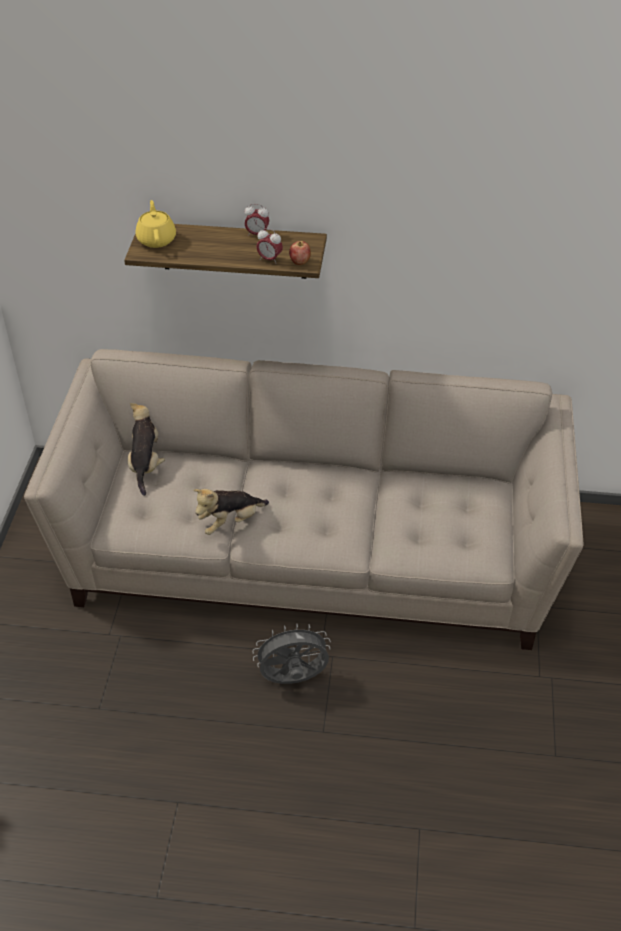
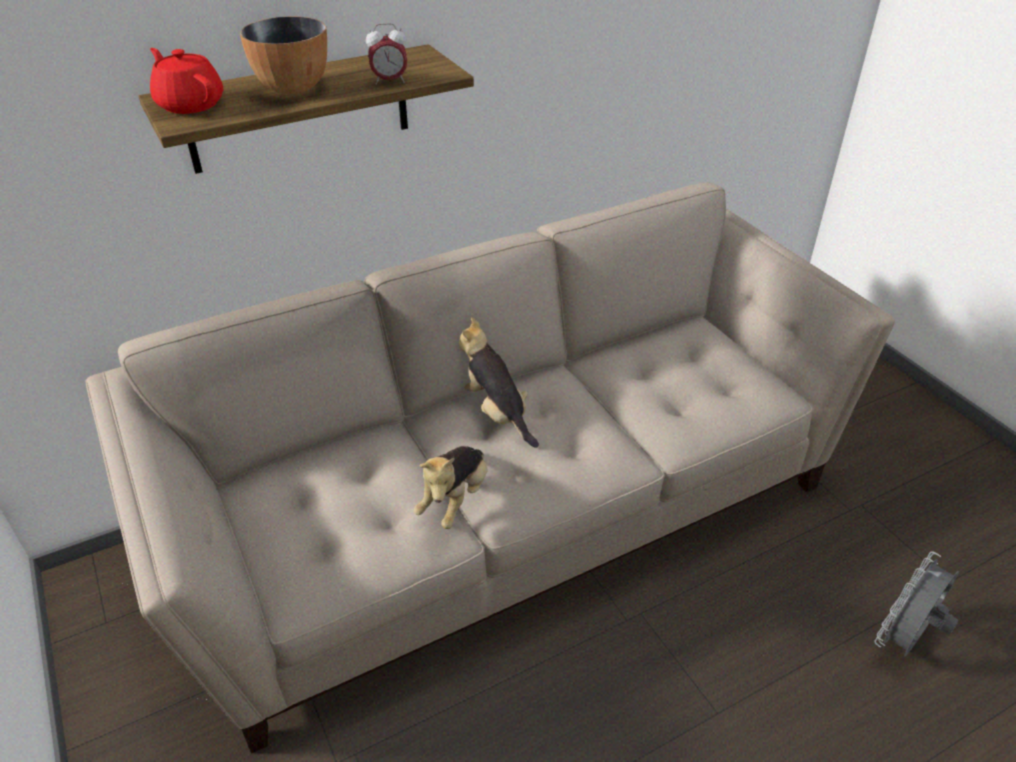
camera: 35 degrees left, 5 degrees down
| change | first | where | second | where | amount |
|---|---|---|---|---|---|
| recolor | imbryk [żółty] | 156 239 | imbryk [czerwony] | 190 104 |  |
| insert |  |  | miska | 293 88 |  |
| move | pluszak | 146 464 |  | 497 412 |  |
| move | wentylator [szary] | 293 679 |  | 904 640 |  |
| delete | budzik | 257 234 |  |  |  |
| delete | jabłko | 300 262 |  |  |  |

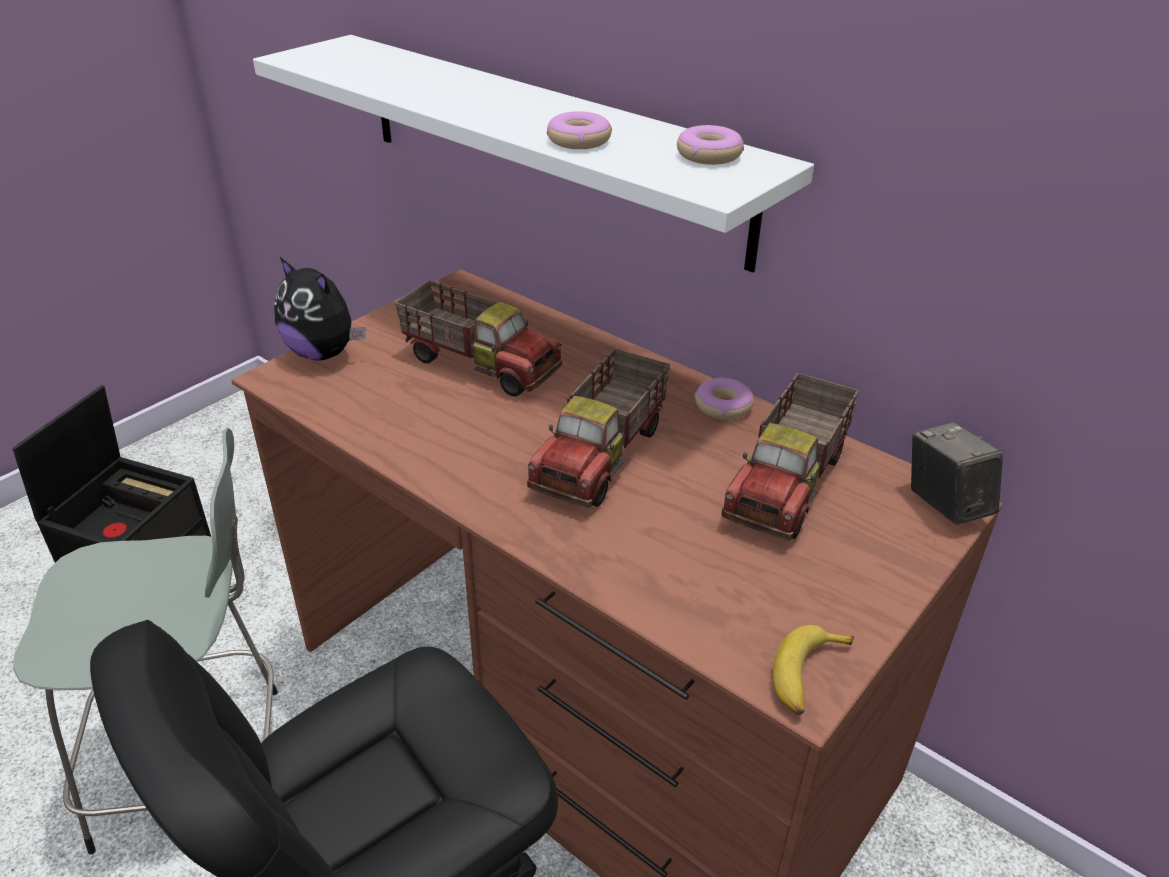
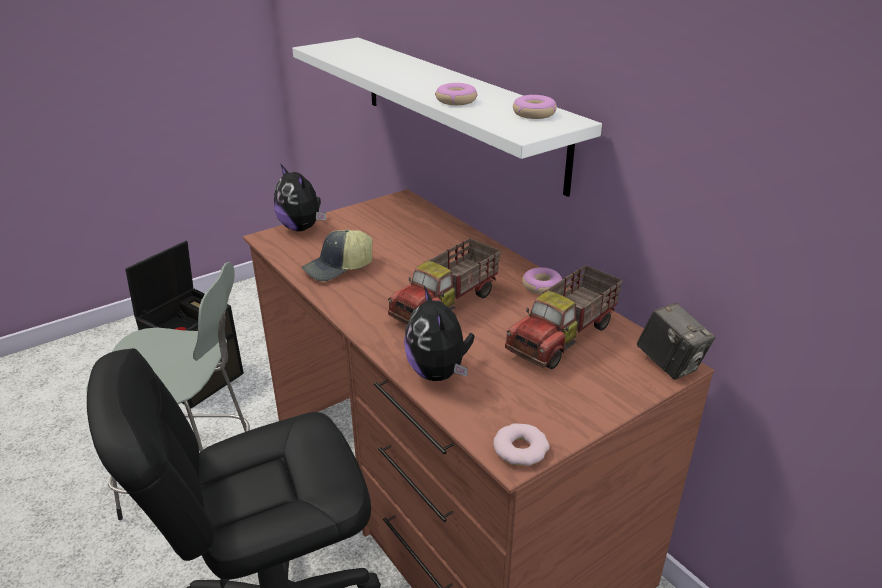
camera: 15 degrees right, 5 degrees down
| change | first | where | second | where | amount |
|---|---|---|---|---|---|
| insert |  |  | czapka z daszkiem | 339 268 |  |
| insert |  |  | pluszak | 439 372 |  |
| replace | banan | 807 677 | donut | 520 449 |  |
| rotate | aparat fotograficzny | 944 504 |  | 669 364 | 150 degrees clockwise |
| delete | ciężarówka zabawkowa | 480 363 |  |  |  |

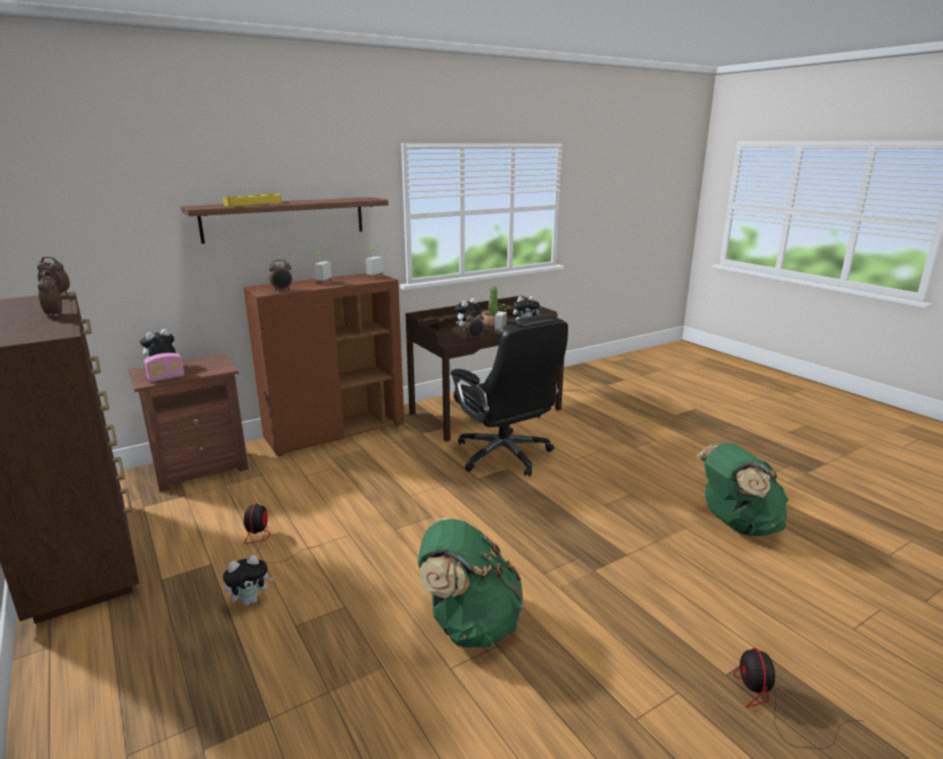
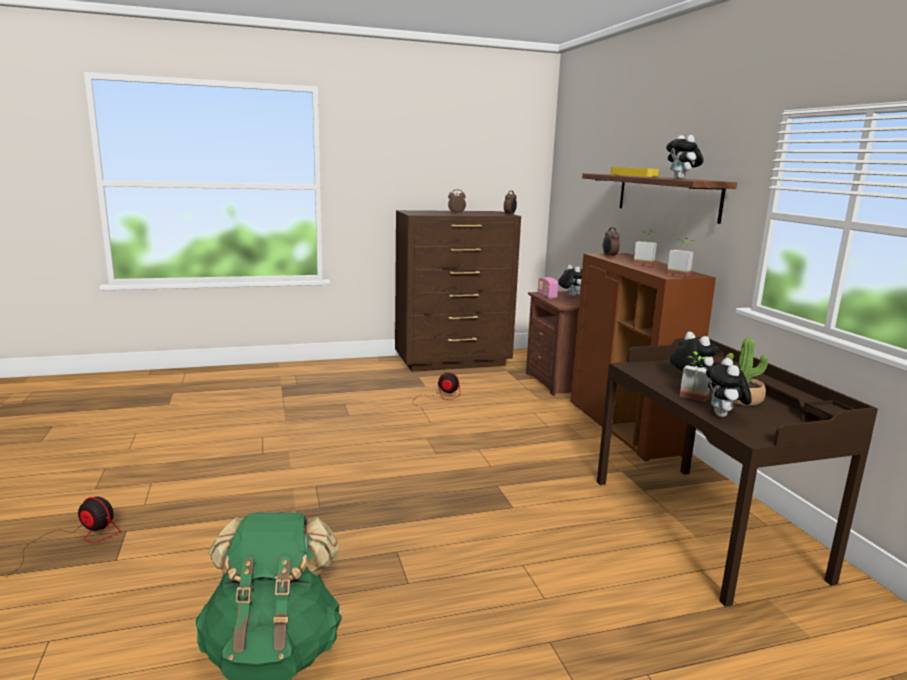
camera: 105 degrees right, 5 degrees down
| change | first | where | second | where | amount |
|---|---|---|---|---|---|
| move | pluszak | 250 600 |  | 681 179 |  |
| delete | plecak [zielony] | 469 624 |  |  |  |
| delete | krzesło biurowe [czarny] | 505 455 |  |  |  |
| delete | budzik | 474 338 |  |  |  |

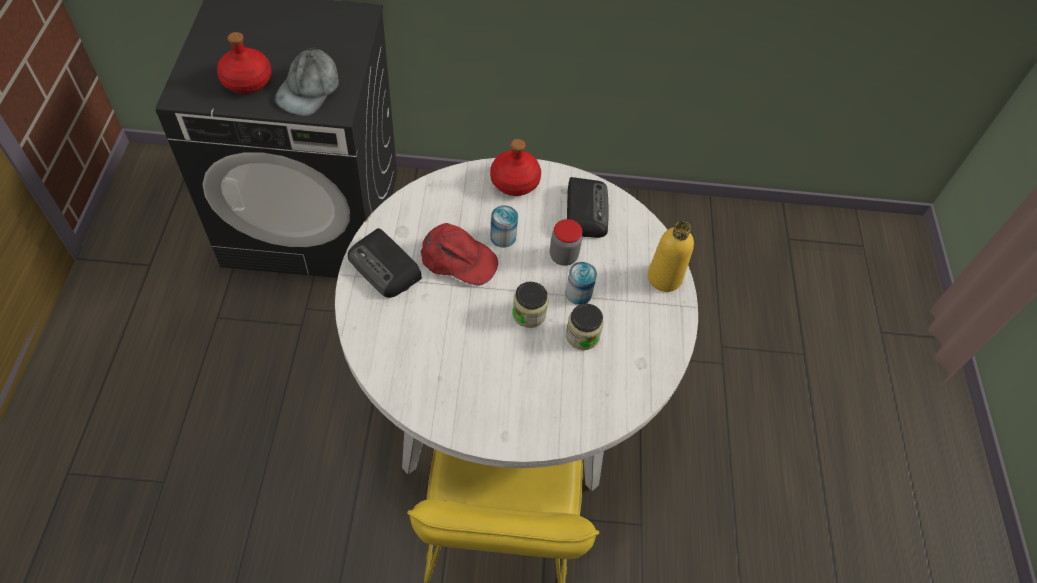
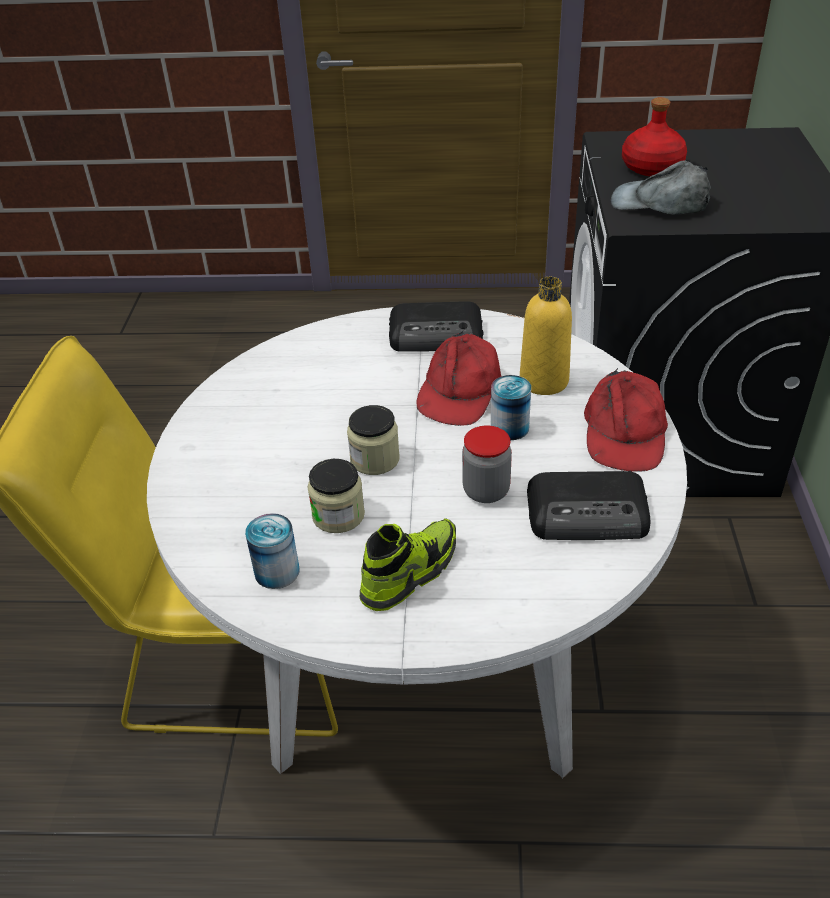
camera: 95 degrees right, 15 degrees down
| change | first | where | second | where | amount |
|---|---|---|---|---|---|
| move | puszka | 578 293 |  | 277 571 |  |
| insert |  |  | but | 409 573 |  |
| rotate | radio | 385 268 |  | 437 335 | 135 degrees counterclockwise |
| move | butelka [żółty] | 664 278 |  | 544 381 |  |
| replace | butelka [czerwony] | 514 181 | czapka z daszkiem [czerwony] | 624 432 |  |

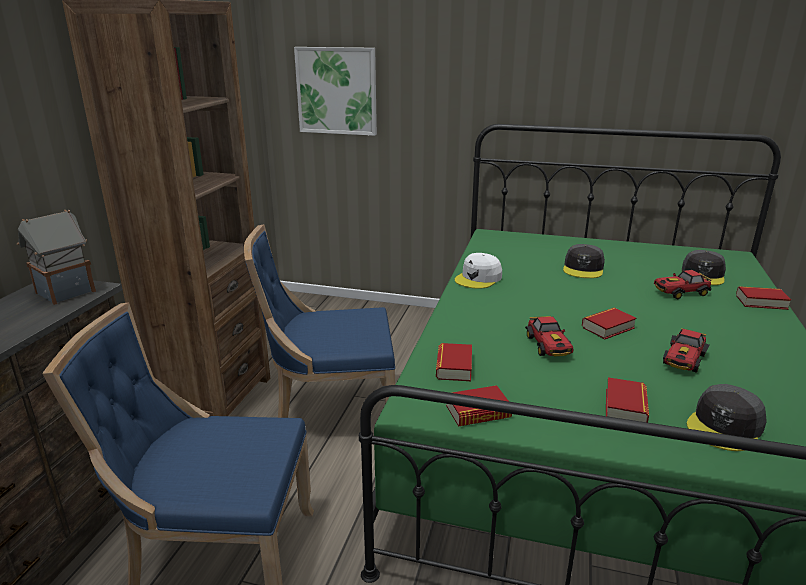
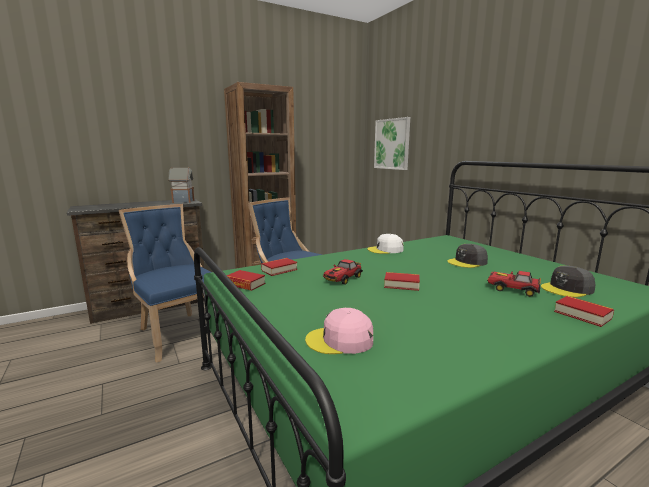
camera: 45 degrees right, 10 degrees down
| change | first | where | second | where | amount |
|---|---|---|---|---|---|
| recolor | czapka z daszkiem [szary] | 725 426 | czapka z daszkiem [różowy] | 340 340 |  |
| delete | książka | 625 406 |  |  |  |
| delete | samochodzik | 683 361 |  |  |  |

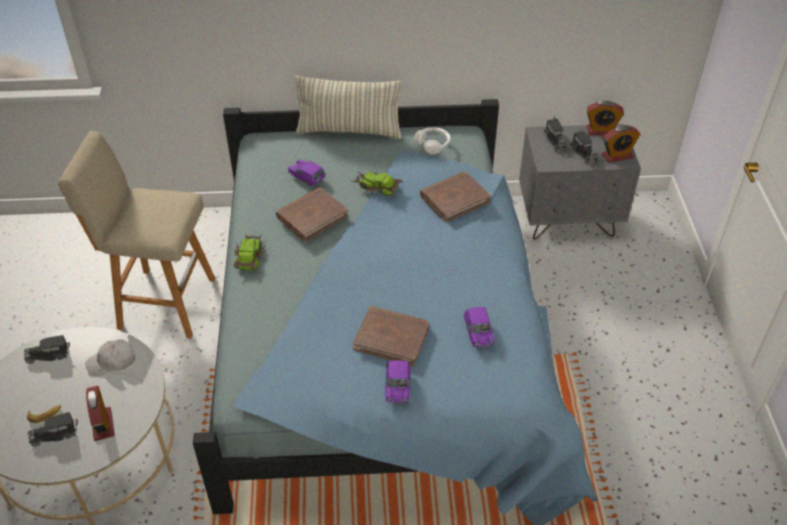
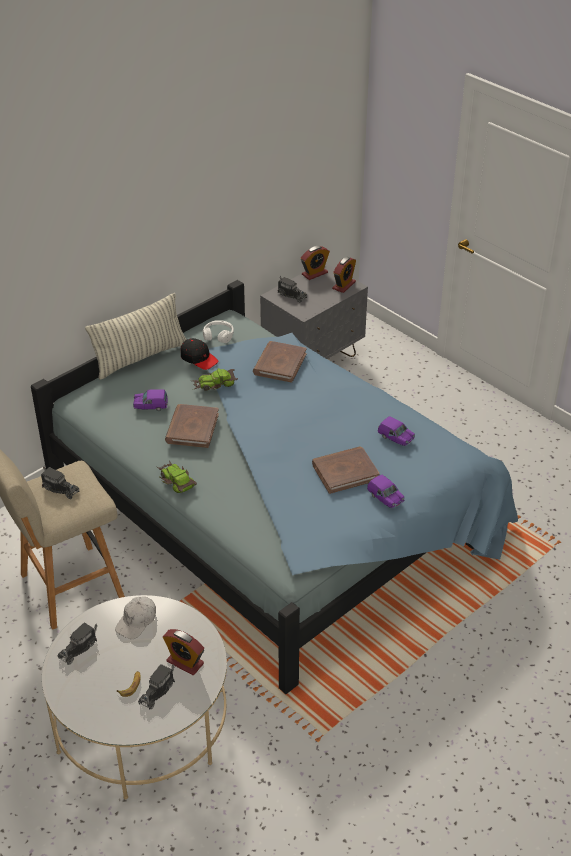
camera: 40 degrees left, 5 degrees down
| change | first | where | second | where | amount |
|---|---|---|---|---|---|
| move | ciężarówka zabawkowa | 583 152 |  | 59 488 |  |
| insert |  |  | czapka z daszkiem [czarny] | 199 358 |  |

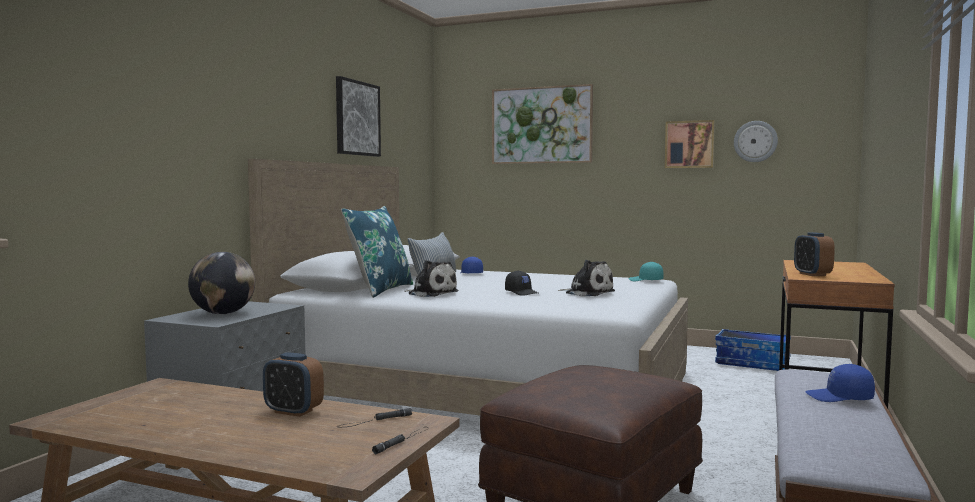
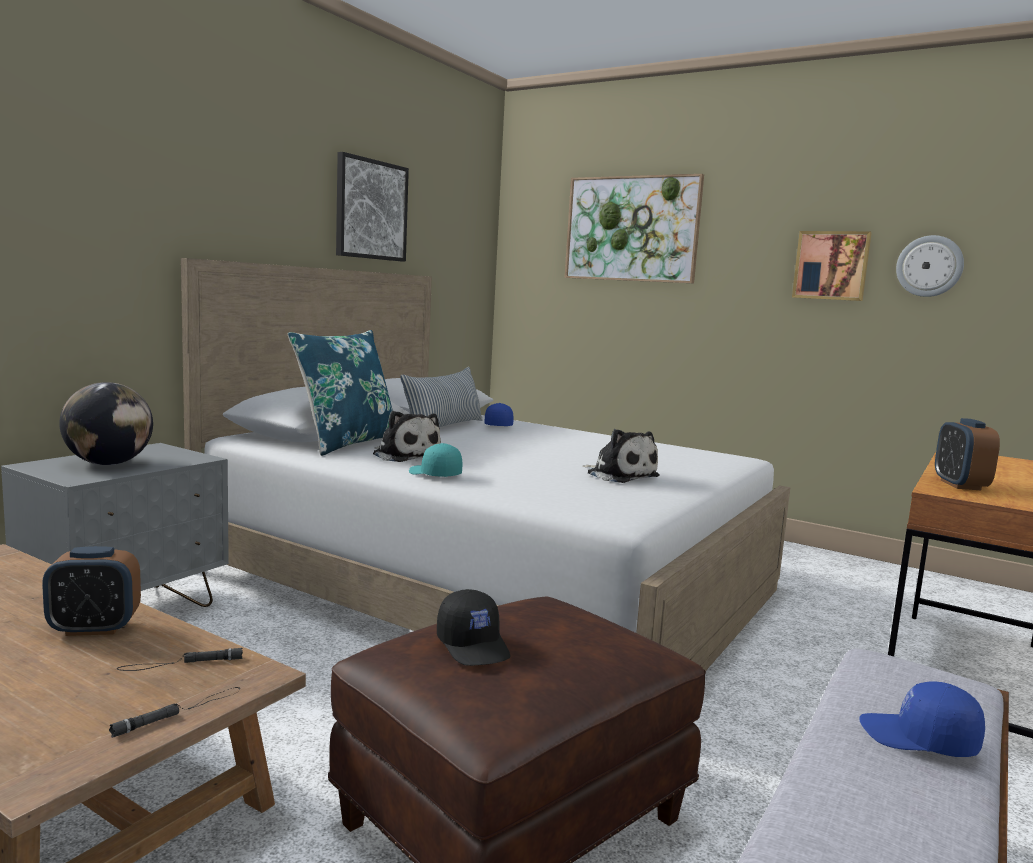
camera: 10 degrees right, 5 degrees up
| change | first | where | second | where | amount |
|---|---|---|---|---|---|
| rotate | budzik | 293 411 |  | 94 628 | 45 degrees counterclockwise |
| move | czapka z daszkiem [turkusowy] | 645 280 |  | 434 474 |  |
| move | czapka z daszkiem [czarny] | 522 293 |  | 474 646 |  |
| delete | pojemnik do przechowywania | 752 363 |  |  |  |

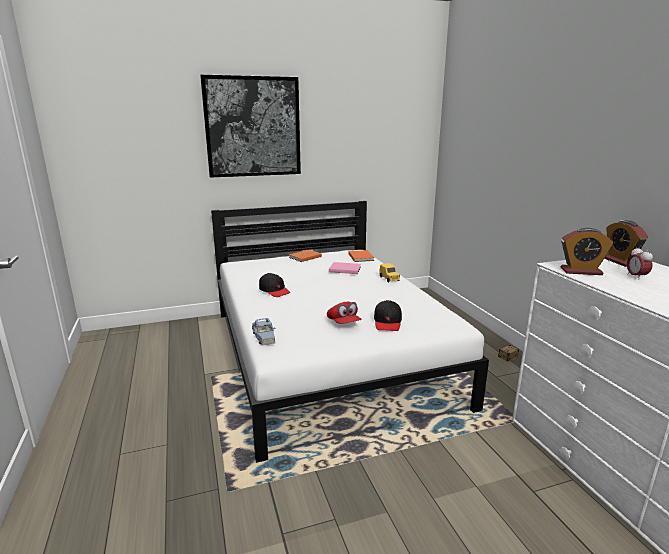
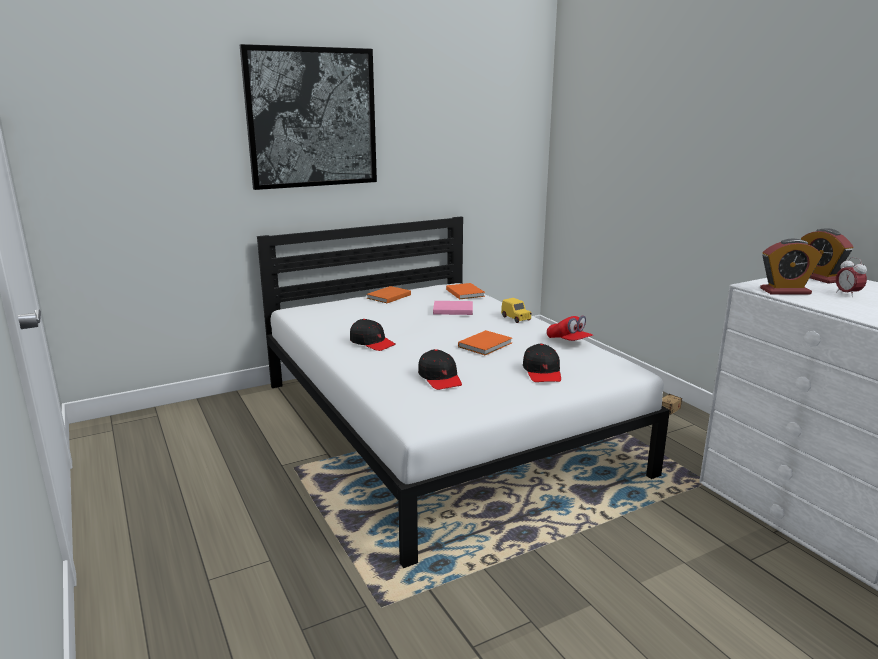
camera: 10 degrees left, 0 degrees up
| change | first | where | second | where | amount |
|---|---|---|---|---|---|
| insert |  |  | czapka z daszkiem [czarny] | 440 378 |  |
| insert |  |  | książka [pomarańczowy] | 486 345 |  |
| move | czapka z daszkiem [czerwony] | 343 323 |  | 569 341 |  |
| delete | samochodzik [niebieski] | 264 337 |  |  |  |

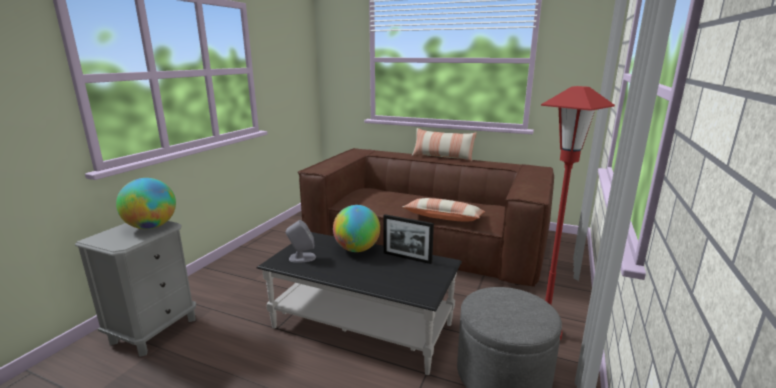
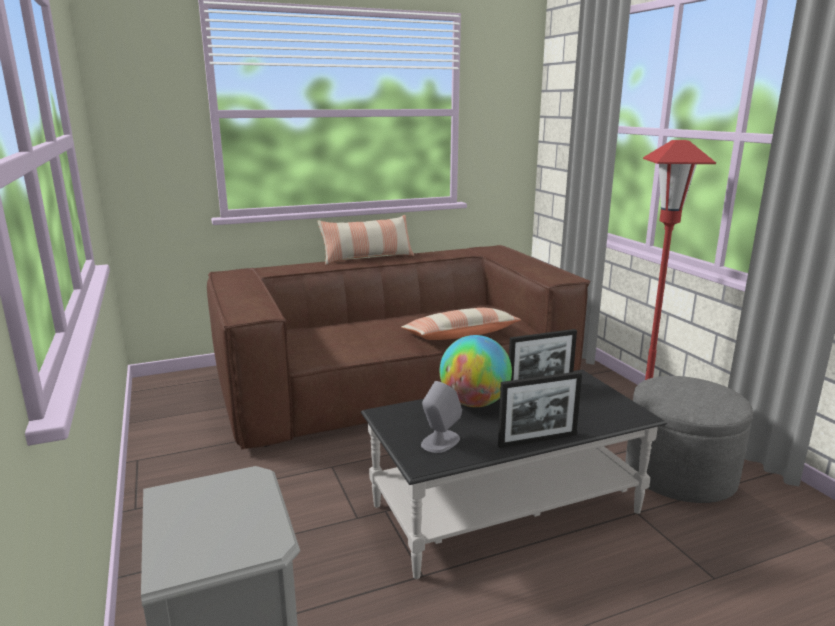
camera: 45 degrees left, 0 degrees up
| change | first | where | second | where | amount |
|---|---|---|---|---|---|
| insert |  |  | ramka na zdjęcie | 537 440 |  |
| delete | globus | 151 227 |  |  |  |

